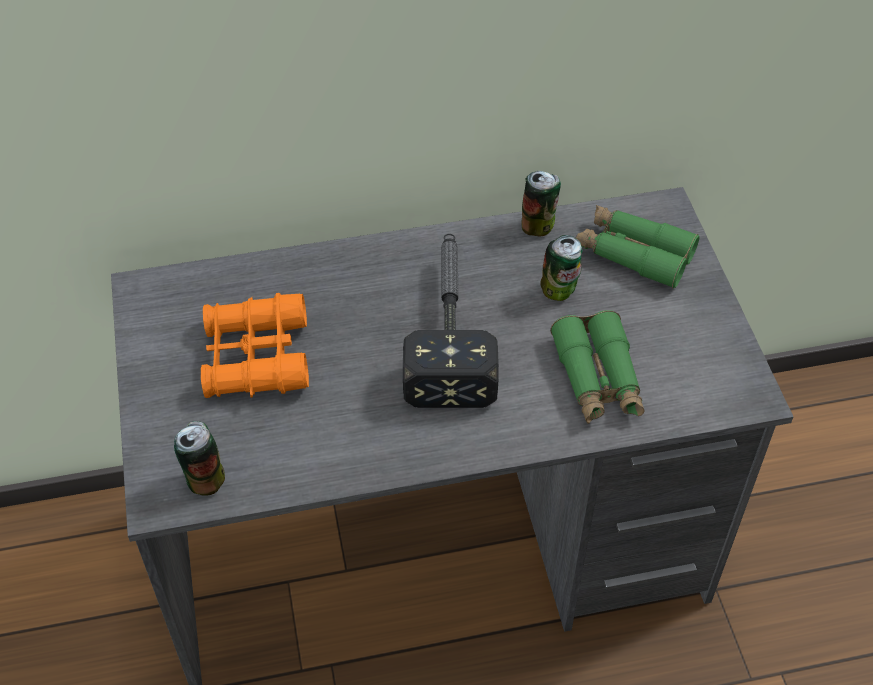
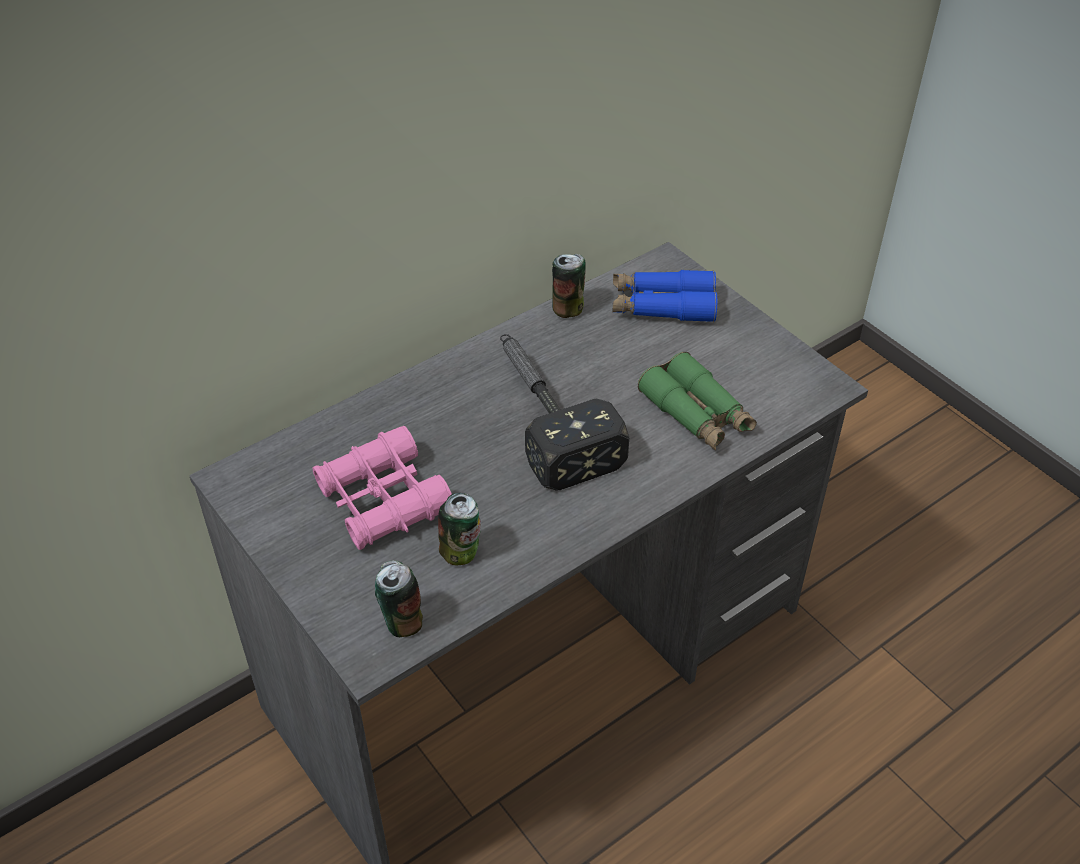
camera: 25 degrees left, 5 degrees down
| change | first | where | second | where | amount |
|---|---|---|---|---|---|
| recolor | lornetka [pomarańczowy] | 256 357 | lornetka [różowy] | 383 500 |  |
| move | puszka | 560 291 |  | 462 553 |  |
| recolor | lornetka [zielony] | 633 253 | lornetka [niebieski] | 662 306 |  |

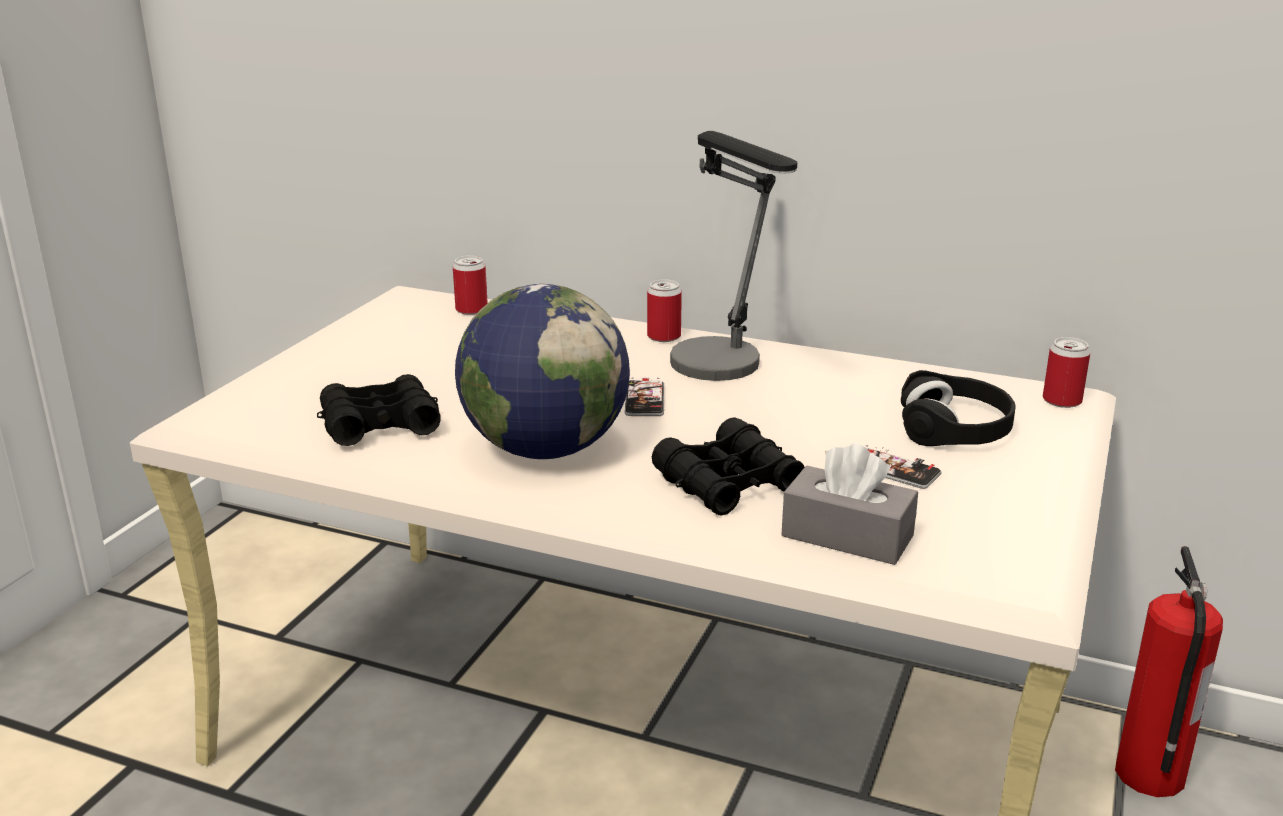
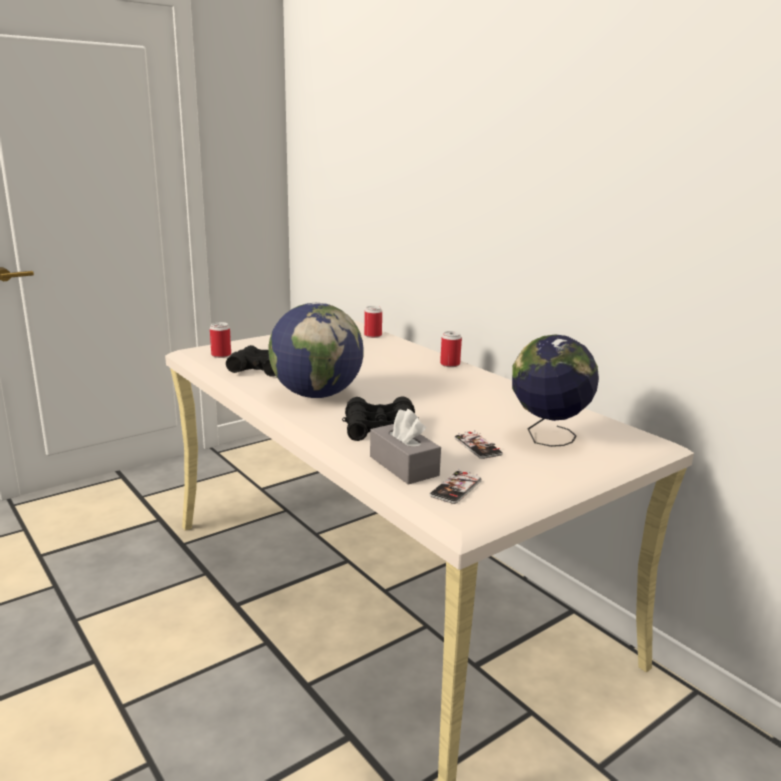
camera: 30 degrees right, 5 degrees down
| change | first | where | second | where | amount |
|---|---|---|---|---|---|
| move | puszka | 1062 401 |  | 221 355 |  |
| move | telefon | 644 400 |  | 456 488 |  |
| replace | słuchawki [czarny] | 955 428 | globus | 547 438 |  |
| delete | lampa stołowa | 725 373 |  |  |  |
| delete | gaśnica | 1150 775 |  |  |  |

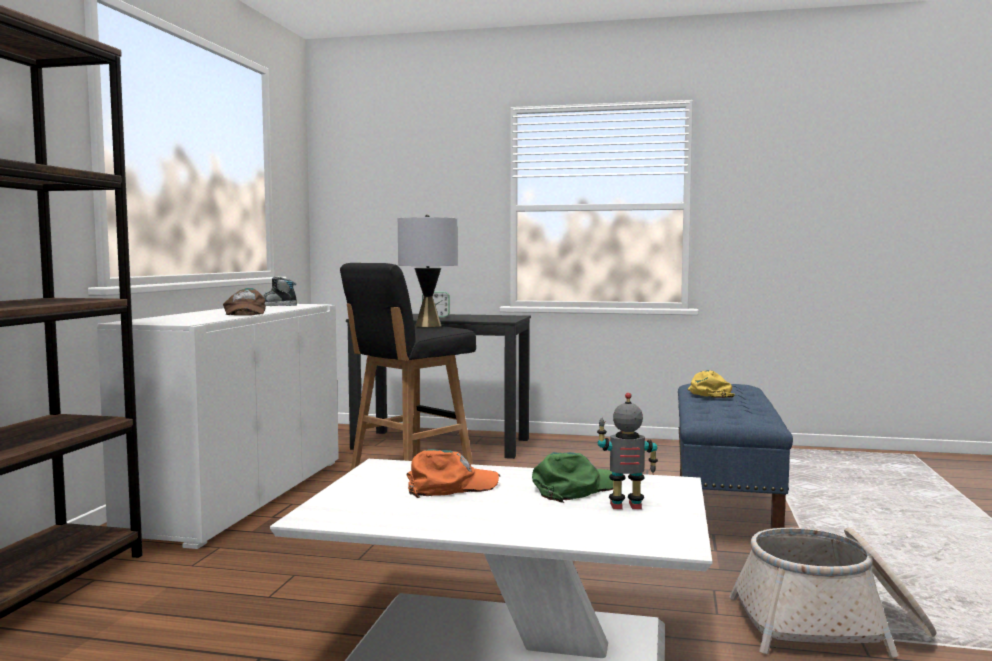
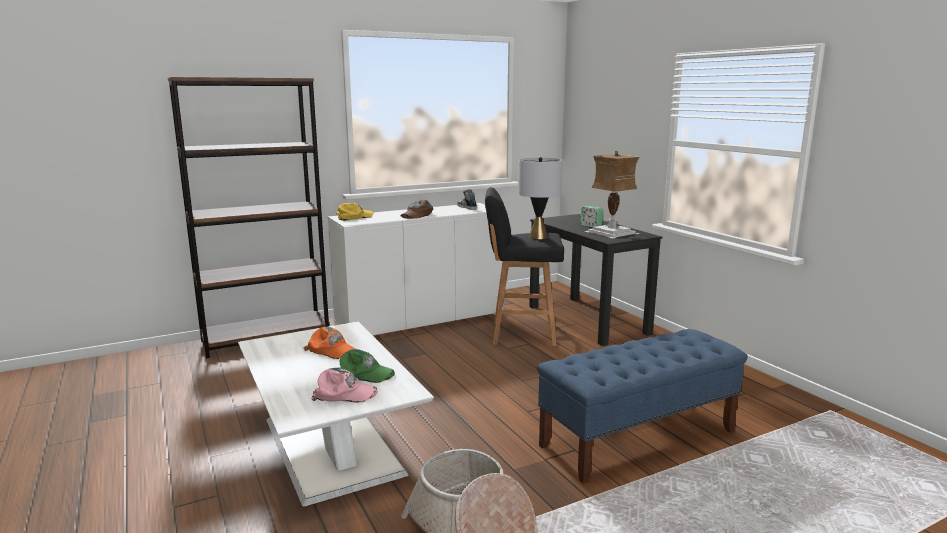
camera: 50 degrees right, 10 degrees up
| change | first | where | second | where | amount |
|---|---|---|---|---|---|
| replace | robot zabawkowy | 626 507 | czapka z daszkiem [różowy] | 344 393 |  |
| move | czapka z daszkiem [żółty] | 709 392 |  | 354 217 |  |
| insert |  |  | lampa stołowa | 610 232 |  |

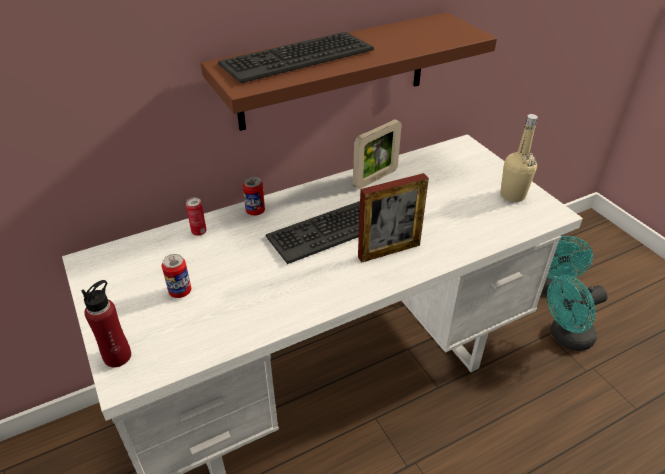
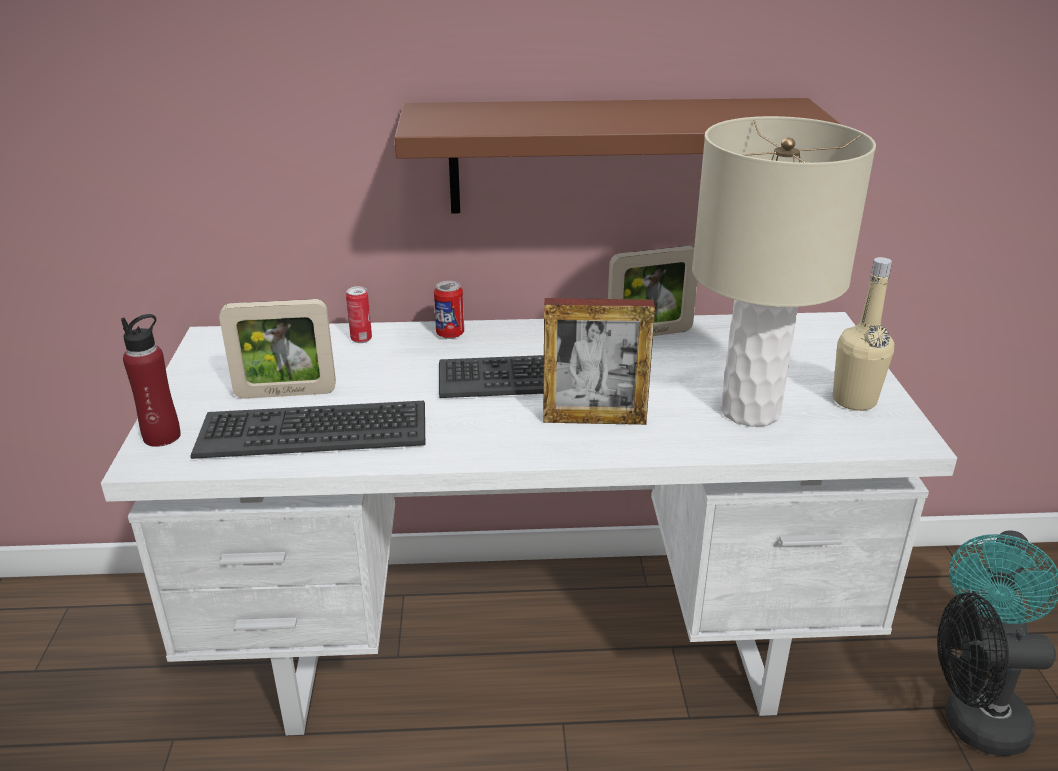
camera: 25 degrees right, 10 degrees down
| change | first | where | second | where | amount |
|---|---|---|---|---|---|
| move | klawiatura | 296 57 |  | 314 430 |  |
| replace | puszka | 180 291 | ramka na zdjęcie | 286 393 |  |
| insert |  |  | lampa stołowa [beżowy] | 749 410 |  |
| recolor | wentylator [turkusowy] | 566 337 | wentylator [czarny] | 972 724 |  |

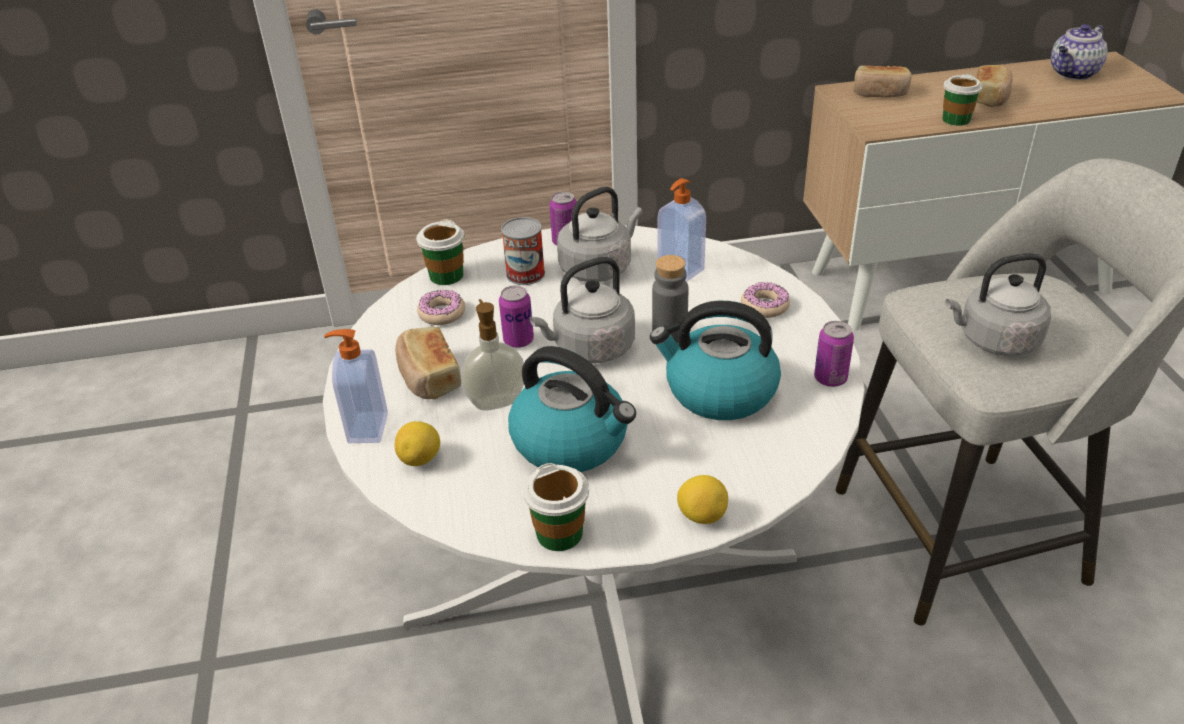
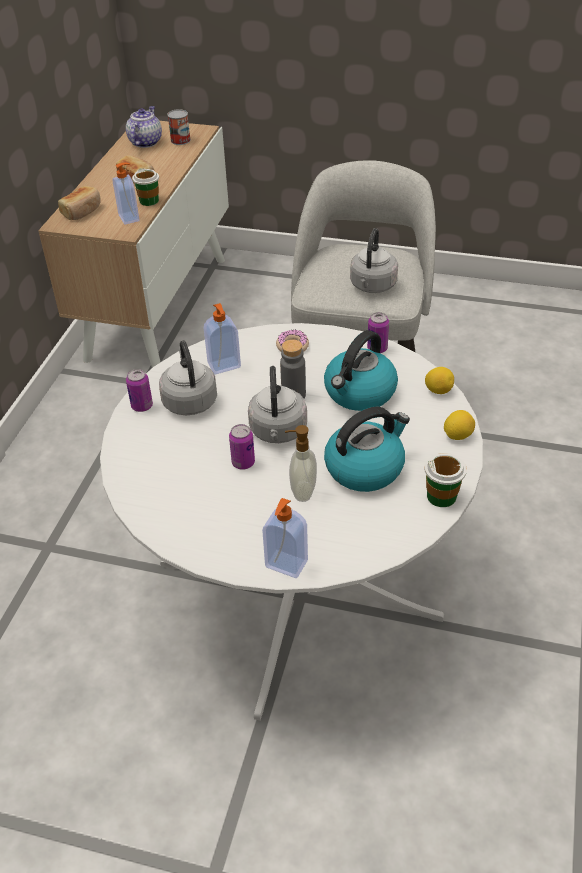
camera: 65 degrees left, 5 degrees up
| change | first | where | second | where | amount |
|---|---|---|---|---|---|
| insert |  |  | dozownik mydła | 130 218 |  |
| rotate | imbryk | 1073 74 |  | 145 142 | 150 degrees counterclockwise |
| move | puszka | 525 274 |  | 180 140 |  |
| move | cytryna | 421 459 |  | 438 390 |  |
| delete | chleb | 428 377 |  |  |  |
| delete | filiżanka | 446 276 |  |  |  |
| delete | donut | 442 313 |  |  |  |

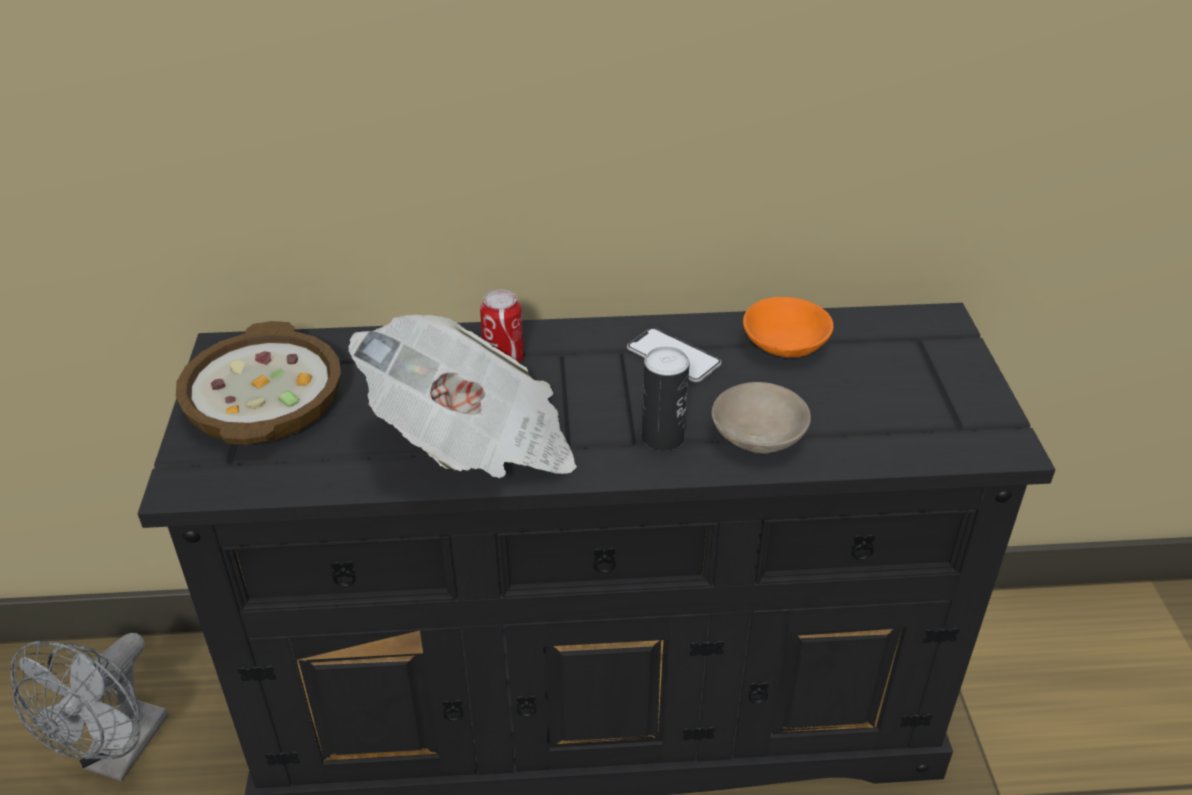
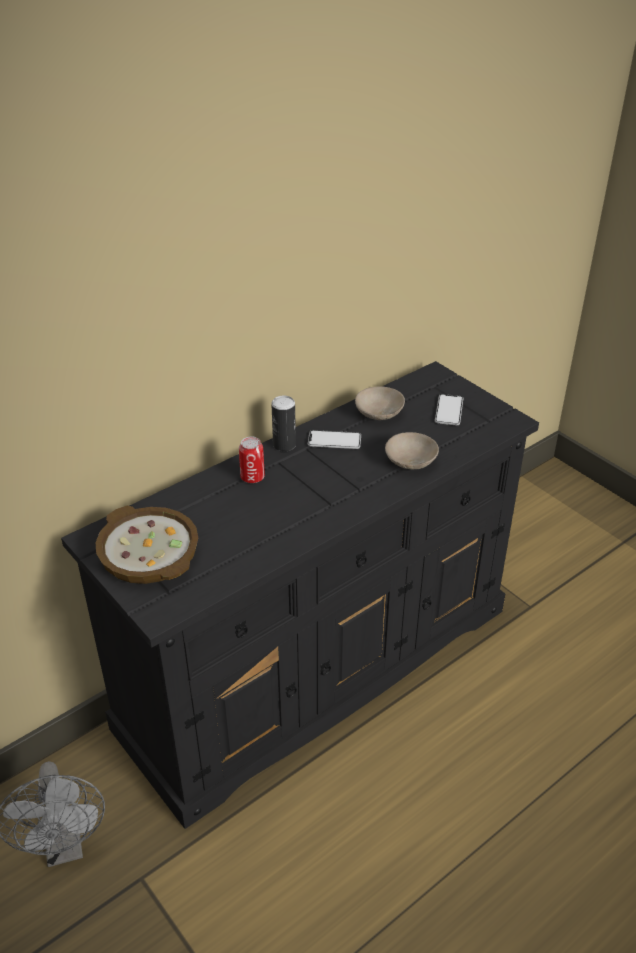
camera: 35 degrees left, 0 degrees up
| change | first | where | second | where | amount |
|---|---|---|---|---|---|
| move | puszka | 663 437 |  | 284 445 |  |
| recolor | miska [pomarańczowy] | 786 343 | miska [beżowy] | 378 412 |  |
| insert |  |  | telefon | 449 410 |  |
| delete | gazeta | 474 443 |  |  |  |

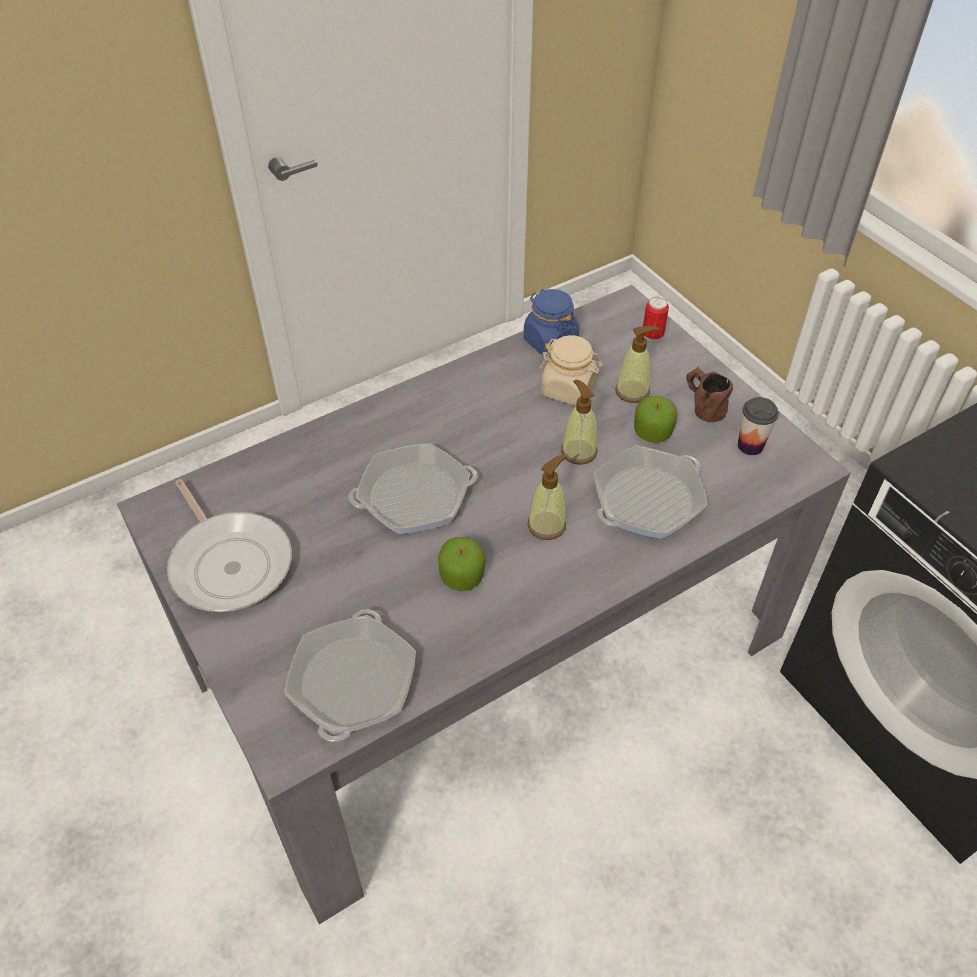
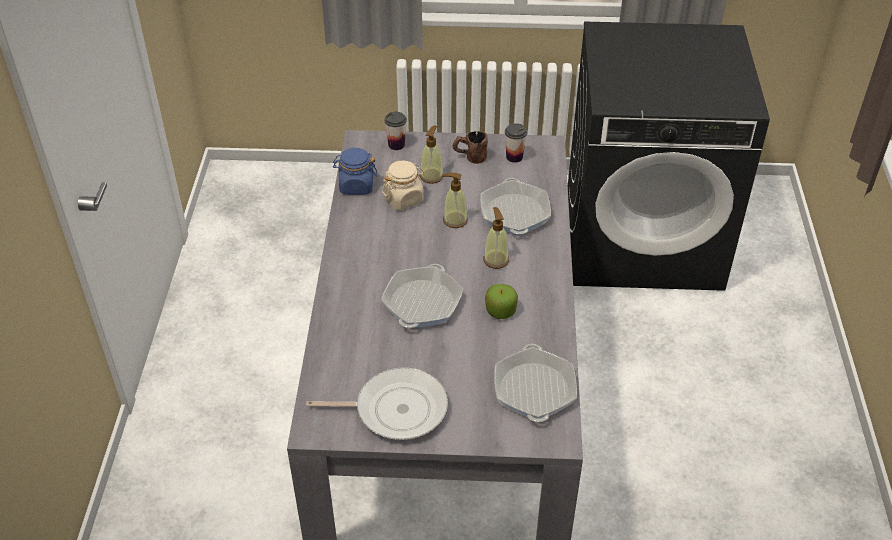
camera: 55 degrees left, 5 degrees down
| change | first | where | second | where | amount |
|---|---|---|---|---|---|
| replace | puszka | 652 335 | filiżanka | 396 145 |  |
| rotate | patelnia | 353 682 |  | 534 390 | 135 degrees counterclockwise |
| delete | jabłko | 653 432 |  |  |  |

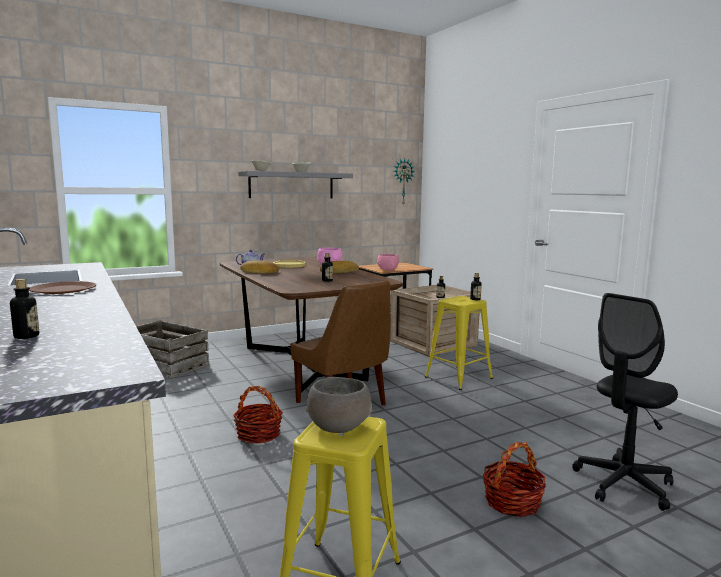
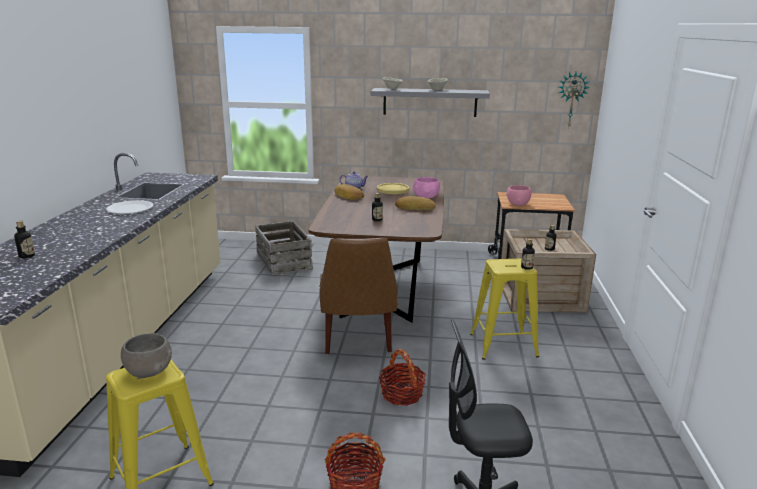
camera: 35 degrees right, 10 degrees up
| change | first | where | second | where | amount |
|---|---|---|---|---|---|
| recolor | talerz [brązowy] | 63 289 | talerz [biały] | 130 209 |  |
| move | koszyk | 258 434 |  | 402 394 |  |

